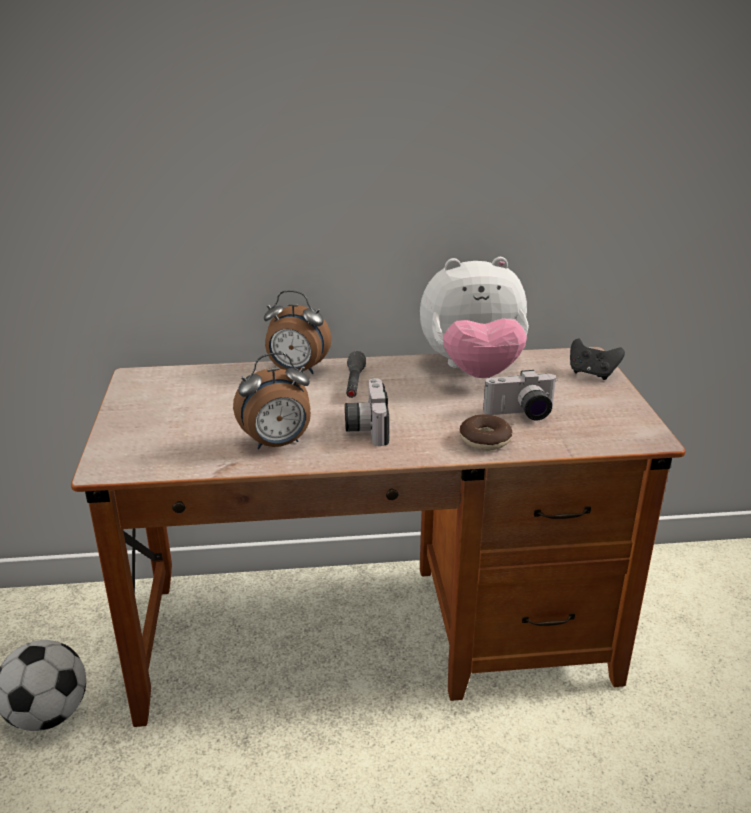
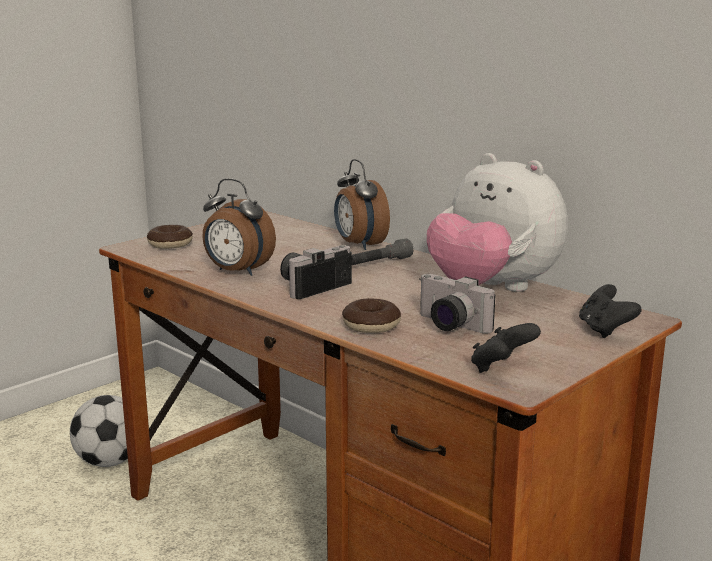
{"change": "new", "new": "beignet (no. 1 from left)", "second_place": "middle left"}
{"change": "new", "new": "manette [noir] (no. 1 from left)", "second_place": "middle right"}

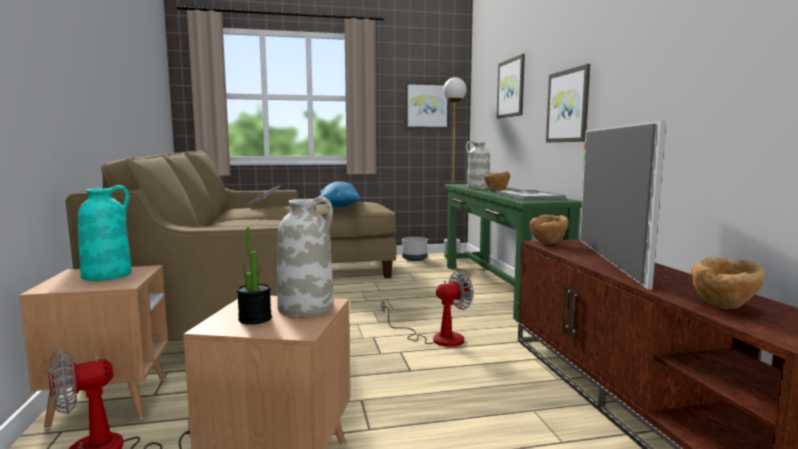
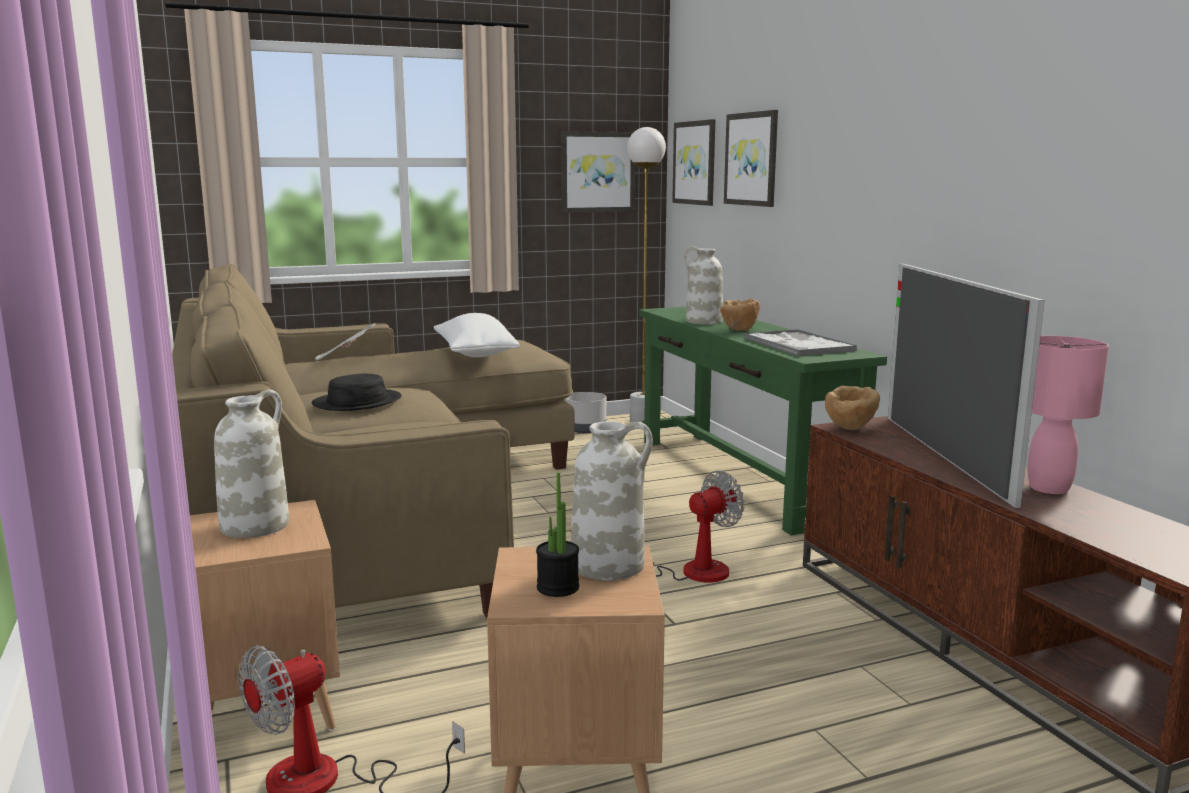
{"change": "shifted", "old": "tableau (no. 3 from left in the first image)", "new": "tableau (no. 2 from left)", "first_place": "top right", "second_place": "top centre"}
{"change": "repainted", "old": "coussin [bleu]", "new": "coussin [blanc]", "first_place": "centre", "second_place": "centre"}
{"change": "repainted", "old": "vase [turquoise]", "new": "vase [blanc] (no. 1 from left)", "first_place": "middle left", "second_place": "middle left"}
{"change": "gone", "old": "bol [marron] (no. 3 from left)", "first_place": "middle right"}
{"change": "new", "new": "lampe de table [rose]", "second_place": "middle right"}
{"change": "new", "new": "chapeau [noir]", "second_place": "middle left"}

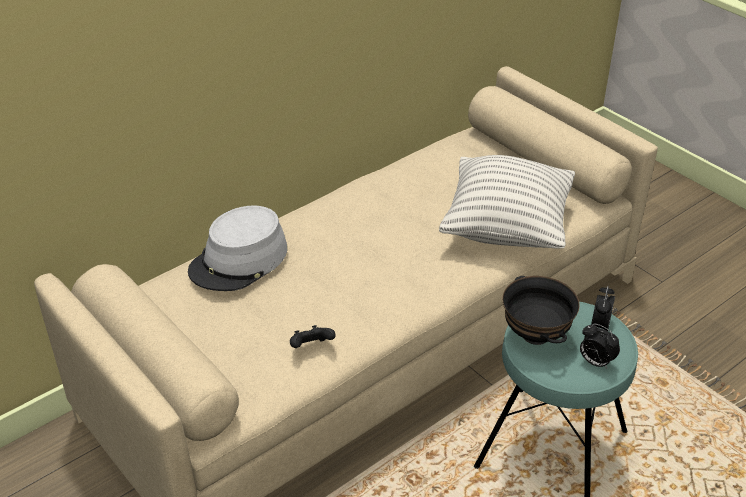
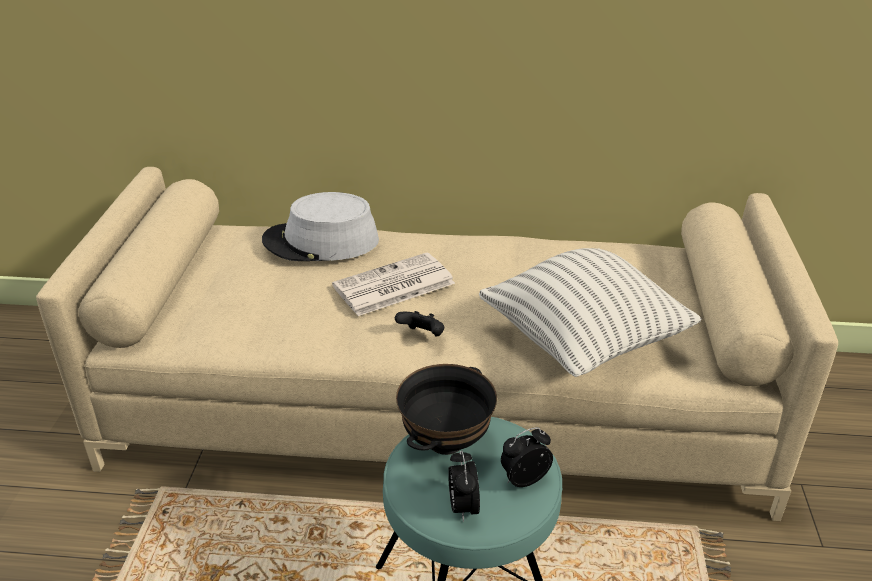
{"change": "shifted", "old": "manette [noir]", "first_place": "bottom centre", "second_place": "centre"}
{"change": "new", "new": "journal", "second_place": "centre"}

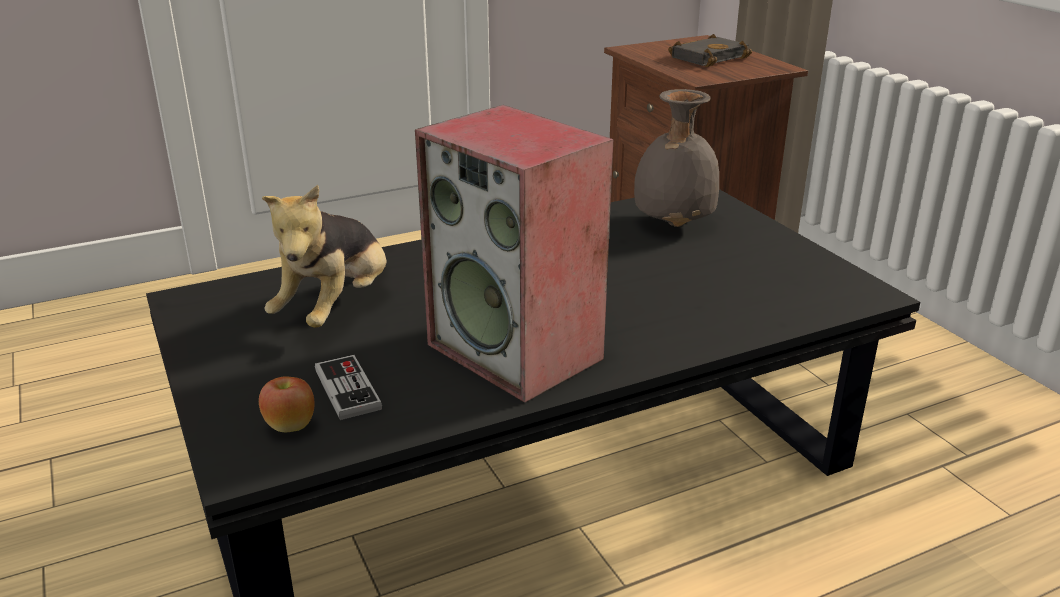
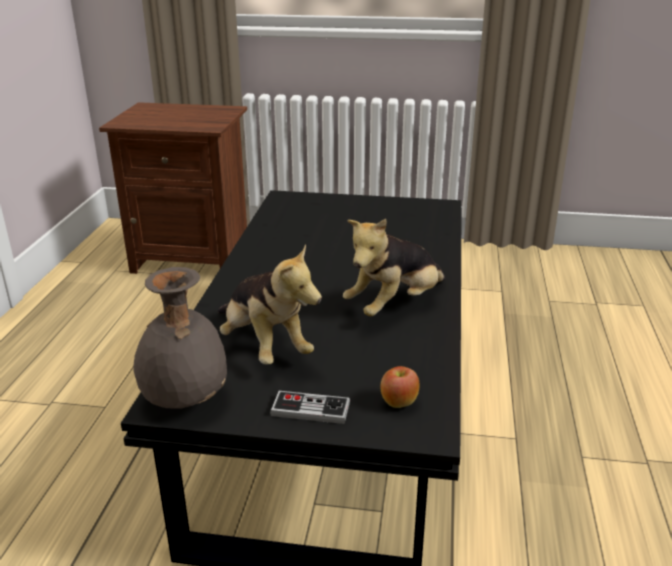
{"change": "gone", "old": "livre [noir]", "first_place": "top right"}
{"change": "shifted", "old": "vase [gris]", "first_place": "top centre", "second_place": "middle left"}
{"change": "swapped", "old": "enceinte", "new": "peluche (no. 2 from left)", "first_place": "centre", "second_place": "centre"}
{"change": "shifted", "old": "manette", "first_place": "middle left", "second_place": "bottom centre"}

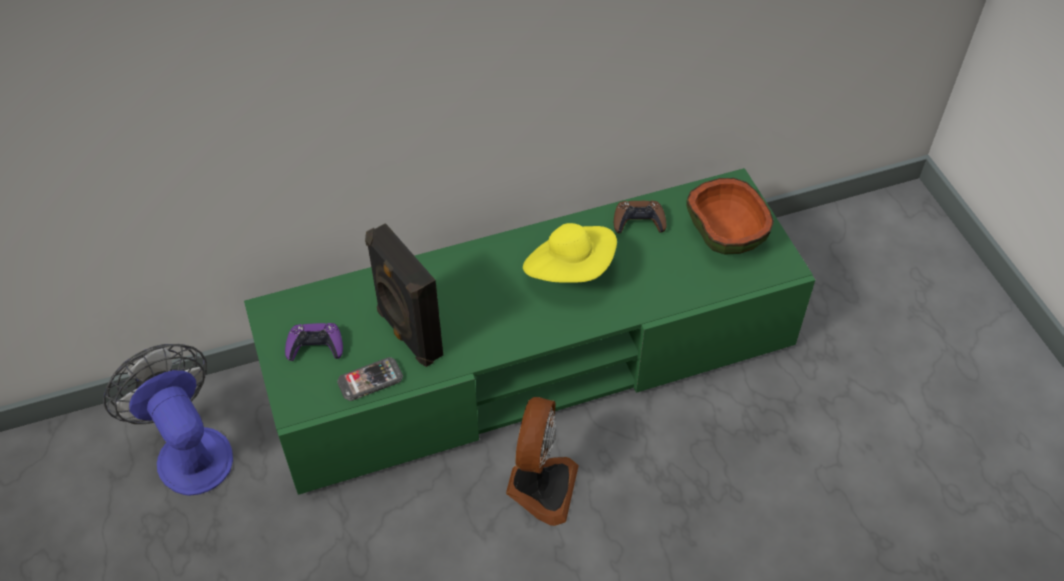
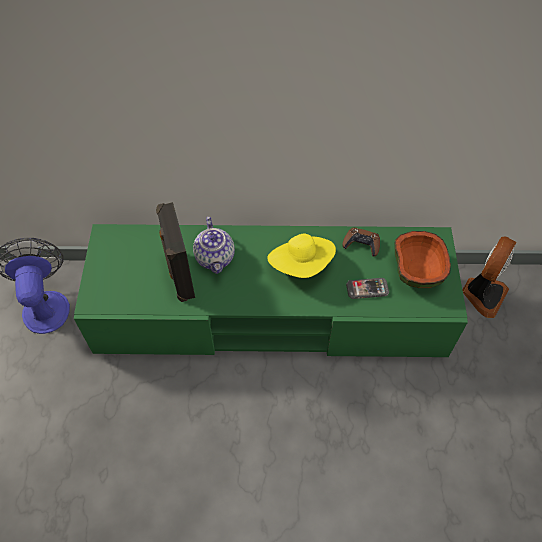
{"change": "gone", "old": "manette [violet]", "first_place": "middle left"}
{"change": "shifted", "old": "téléphone", "first_place": "centre", "second_place": "middle right"}
{"change": "shifted", "old": "ventilateur (no. 2 from left)", "first_place": "bottom centre", "second_place": "middle right"}
{"change": "new", "new": "théière", "second_place": "centre"}

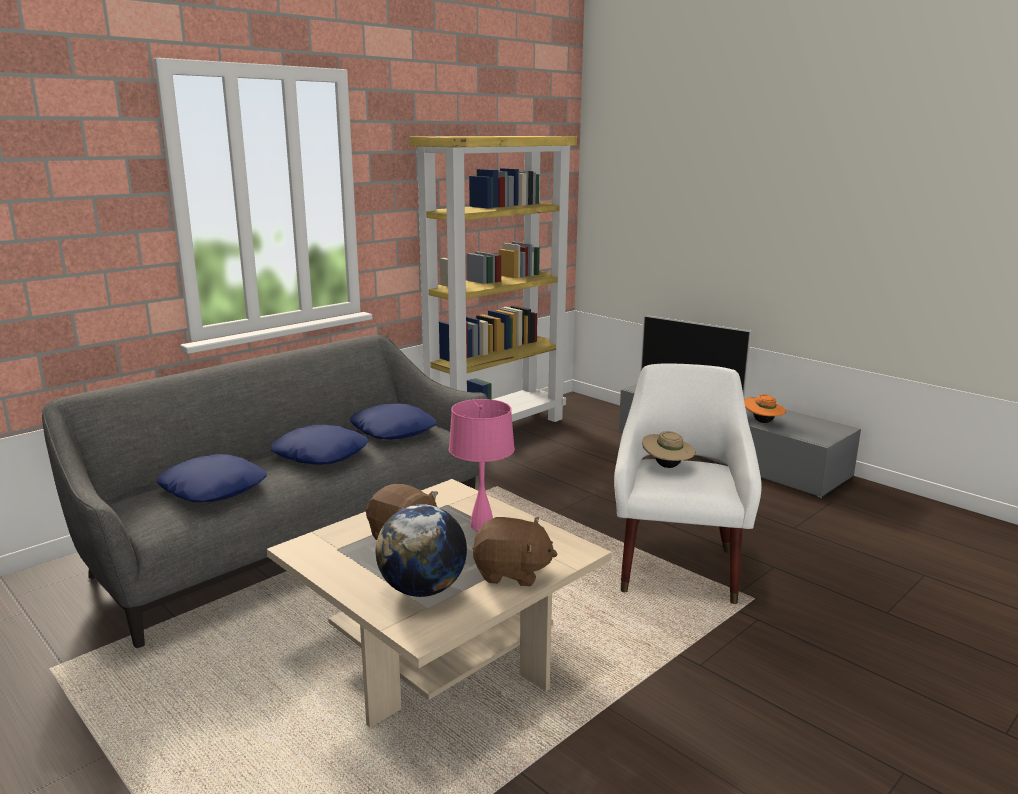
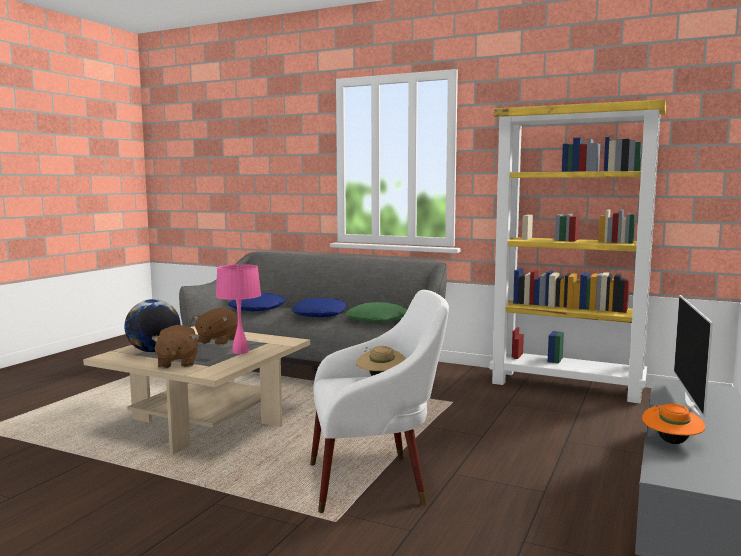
{"change": "repainted", "old": "coussin [bleu] (no. 3 from left)", "new": "coussin [vert]", "first_place": "centre", "second_place": "centre"}

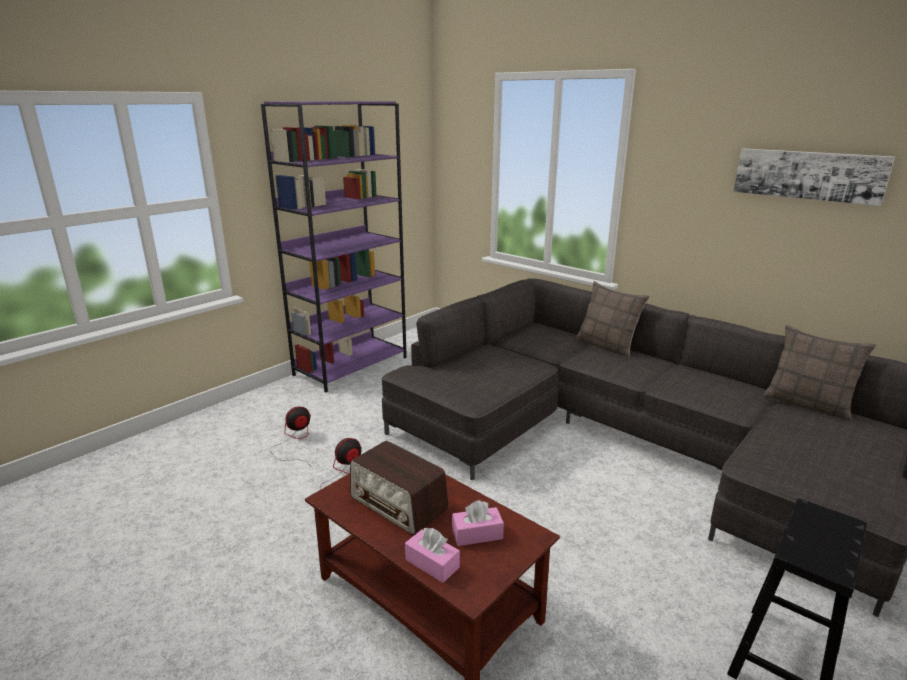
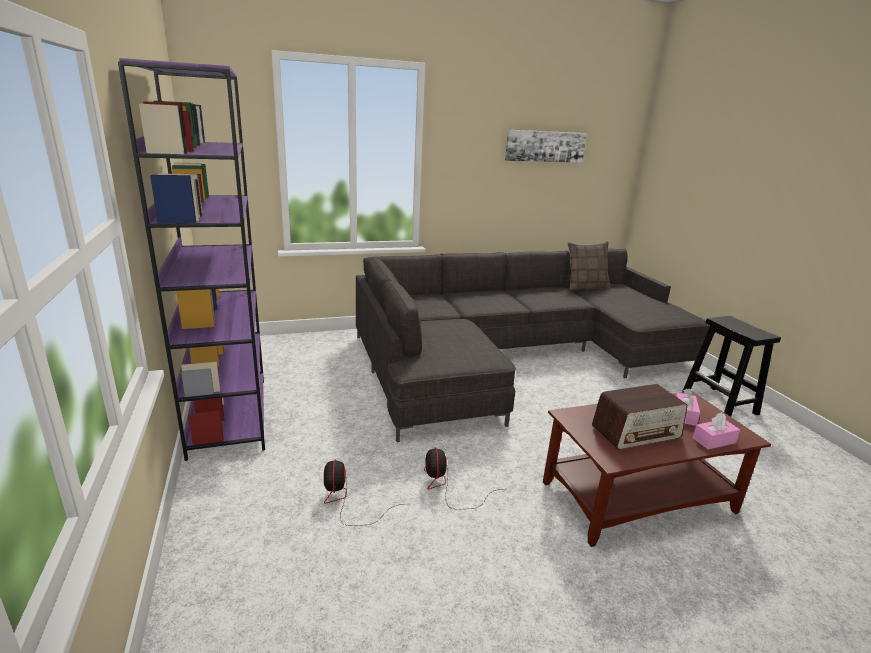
{"change": "gone", "old": "coussin (no. 1 from left)", "first_place": "middle right"}

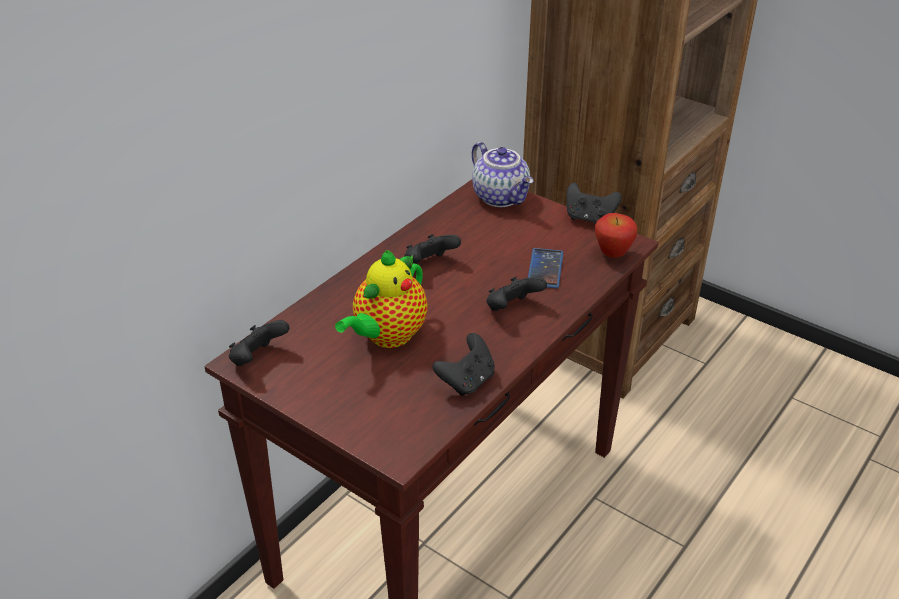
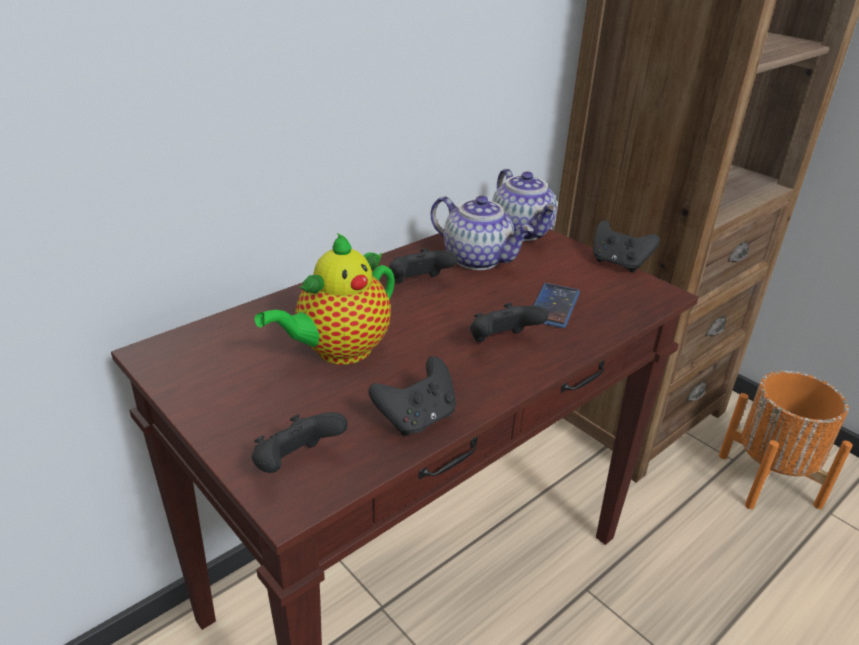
{"change": "gone", "old": "pomme", "first_place": "middle right"}
{"change": "shifted", "old": "manette [noir] (no. 1 from left)", "first_place": "middle left", "second_place": "bottom centre"}
{"change": "new", "new": "théière (no. 2 from left)", "second_place": "centre"}
{"change": "new", "new": "cache-pot [orange]", "second_place": "bottom right"}

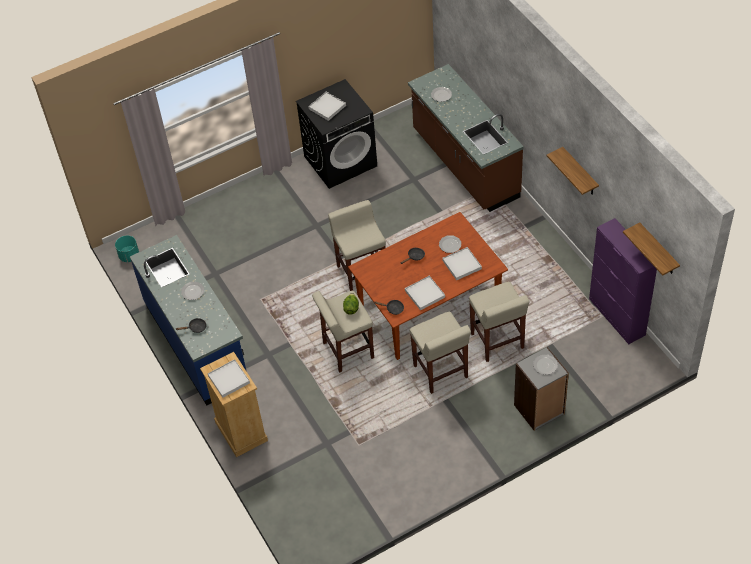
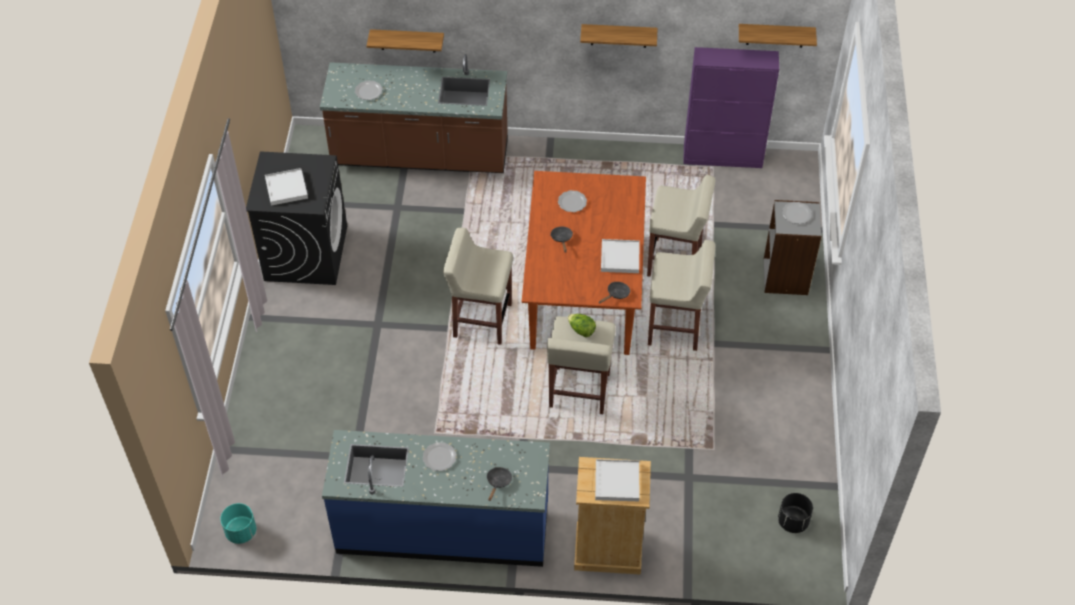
{"change": "gone", "old": "plateau [blanc] (no. 4 from left)", "first_place": "centre"}
{"change": "new", "new": "étagère (no. 1 from left)", "second_place": "top centre"}
{"change": "new", "new": "cache-pot [noir]", "second_place": "bottom right"}

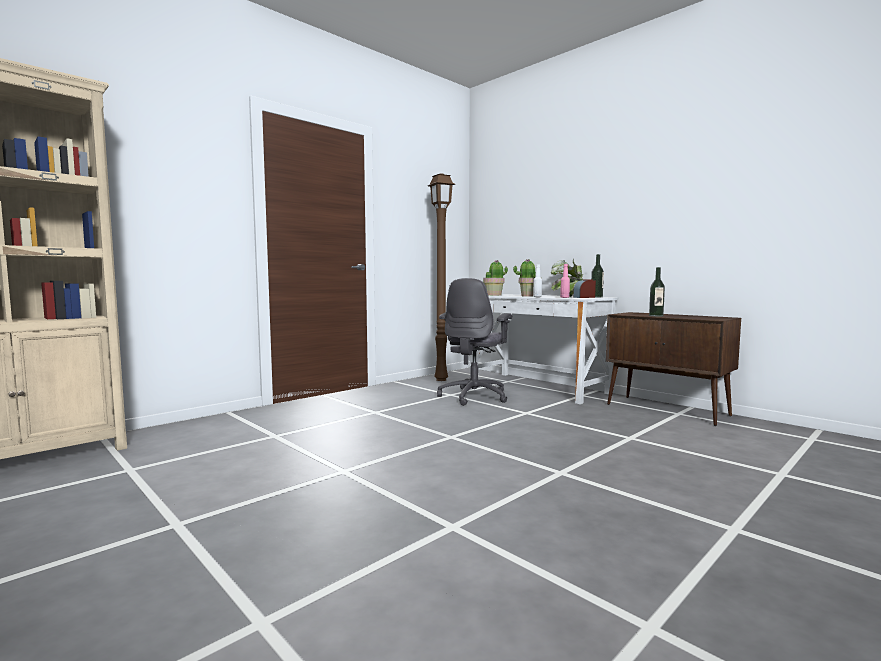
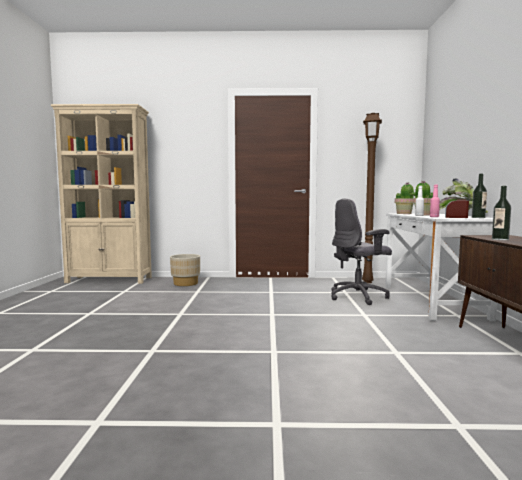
{"change": "new", "new": "cache-pot [beige]", "second_place": "centre"}

